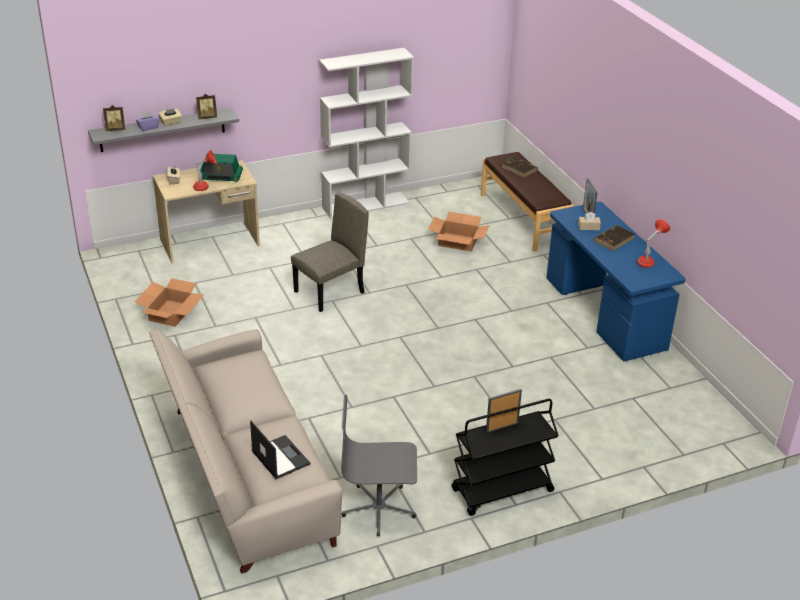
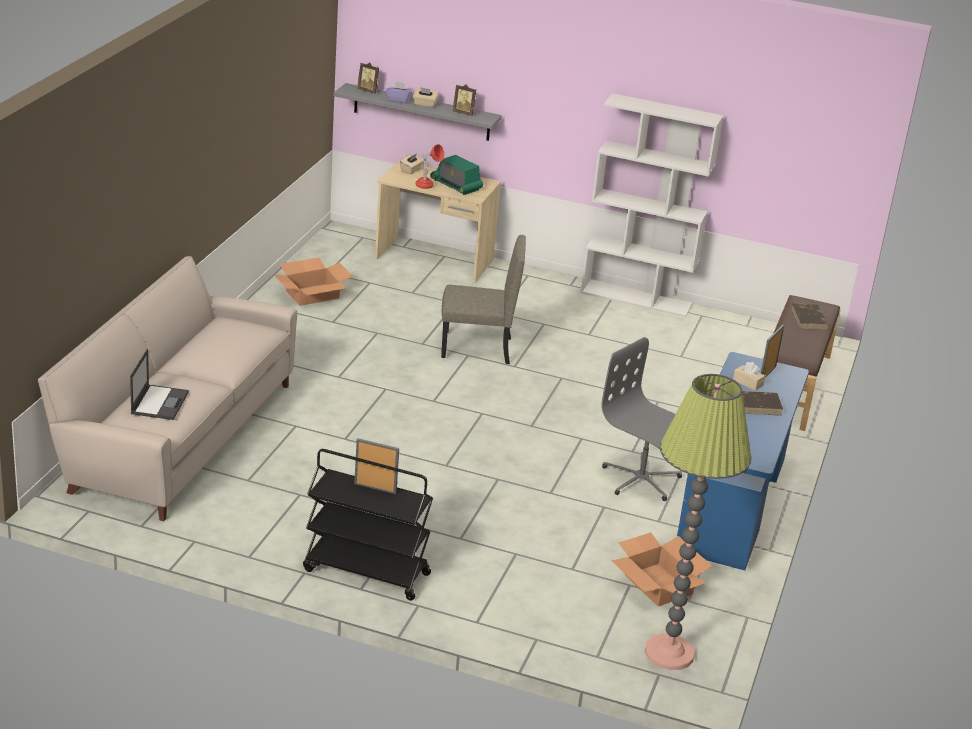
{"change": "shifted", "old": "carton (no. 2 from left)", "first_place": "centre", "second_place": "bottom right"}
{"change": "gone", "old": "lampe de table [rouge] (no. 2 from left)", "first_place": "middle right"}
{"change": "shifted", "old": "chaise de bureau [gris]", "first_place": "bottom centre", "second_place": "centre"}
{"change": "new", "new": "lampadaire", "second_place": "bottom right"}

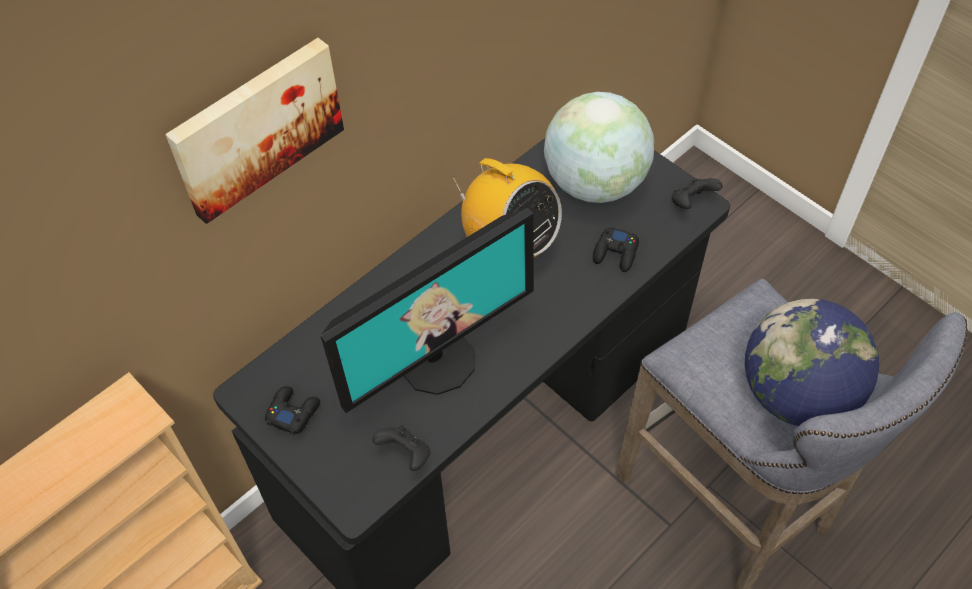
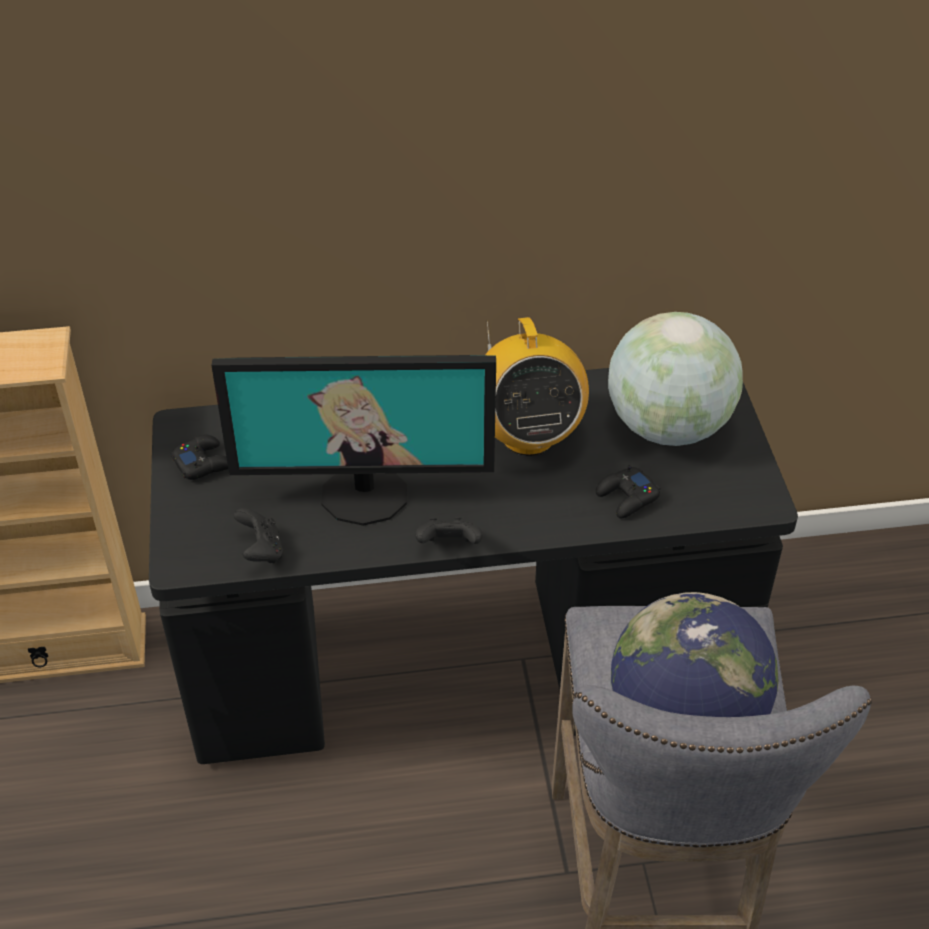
{"change": "gone", "old": "tableau", "first_place": "top left"}
{"change": "shifted", "old": "manette [noir] (no. 4 from left in the first image)", "new": "manette [noir] (no. 3 from left)", "first_place": "top right", "second_place": "centre"}

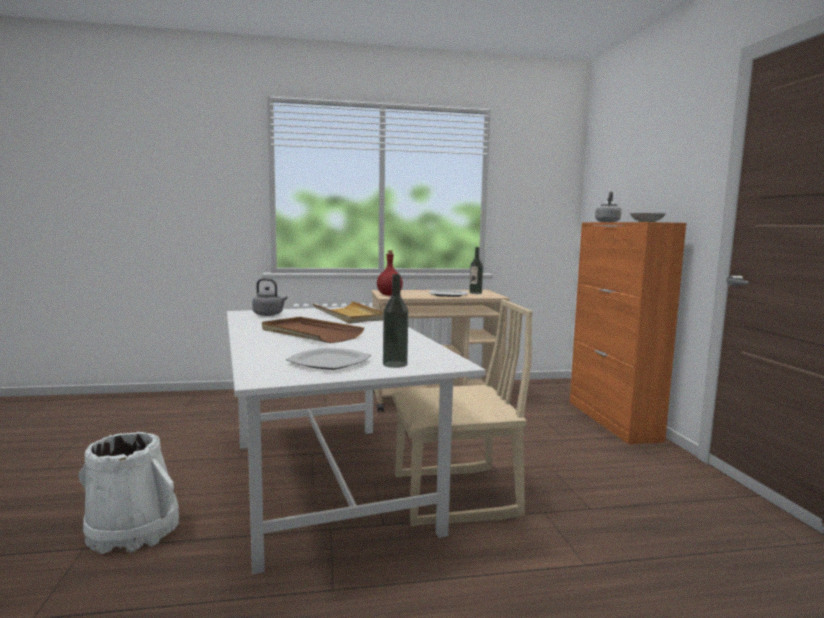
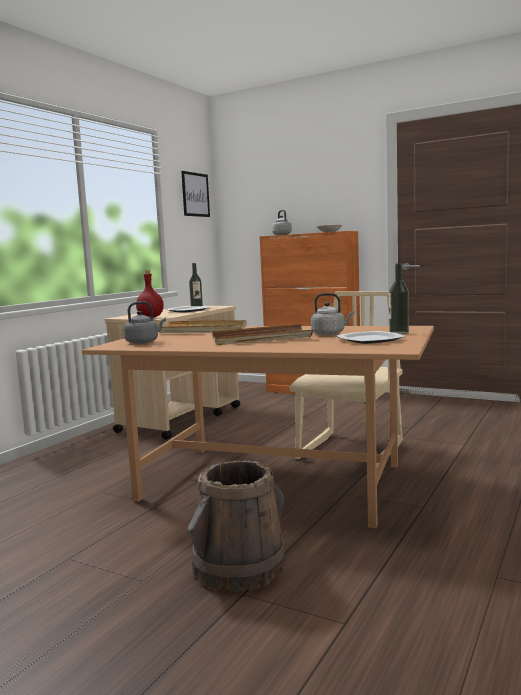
{"change": "repainted", "old": "table à manger [blanc]", "new": "table à manger [marron]", "first_place": "bottom centre", "second_place": "centre"}
{"change": "repainted", "old": "seau [blanc]", "new": "seau [marron]", "first_place": "bottom left", "second_place": "bottom centre"}
{"change": "new", "new": "tableau", "second_place": "top centre"}
{"change": "new", "new": "bouilloire [gris] (no. 3 from left)", "second_place": "centre"}

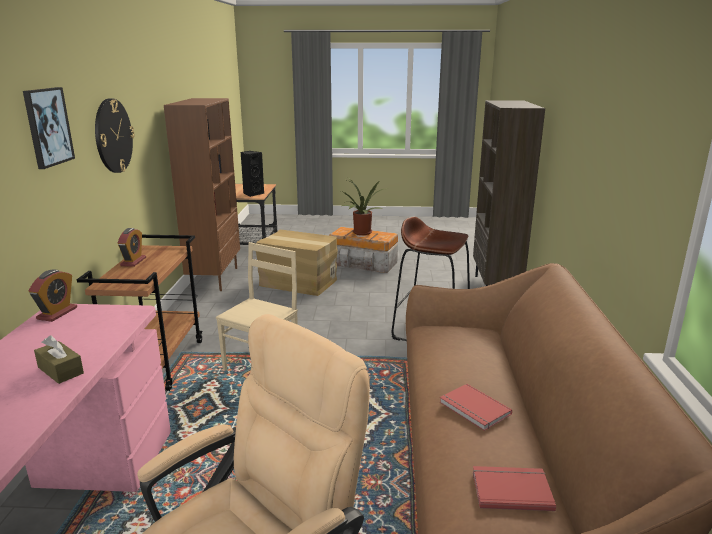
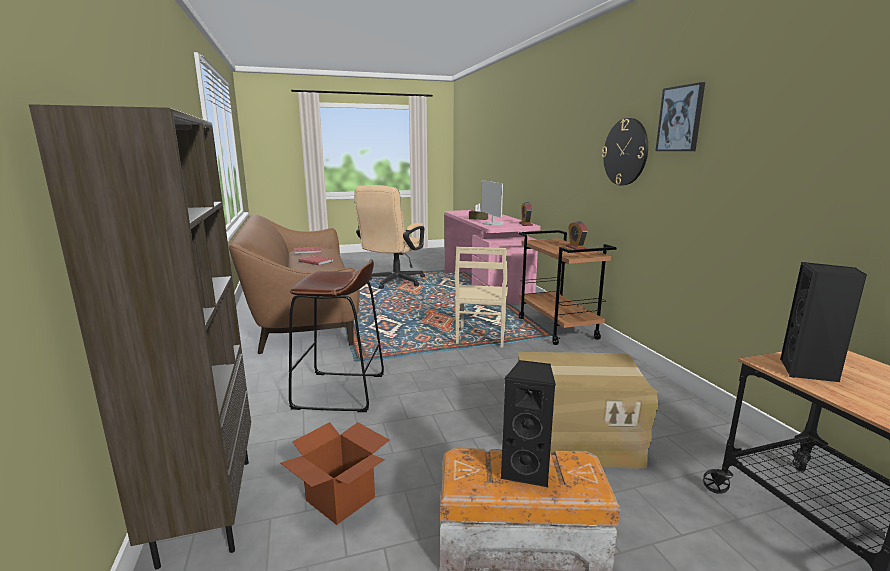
{"change": "shifted", "old": "tableau", "first_place": "top left", "second_place": "top right"}
{"change": "gone", "old": "bibliothèque [marron] (no. 1 from left)", "first_place": "middle left"}
{"change": "swapped", "old": "plante en pot", "new": "enceinte [noir] (no. 1 from left)", "first_place": "centre", "second_place": "bottom centre"}
{"change": "new", "new": "écran d'ordinateur", "second_place": "centre"}
{"change": "new", "new": "carton (no. 1 from left)", "second_place": "bottom centre"}

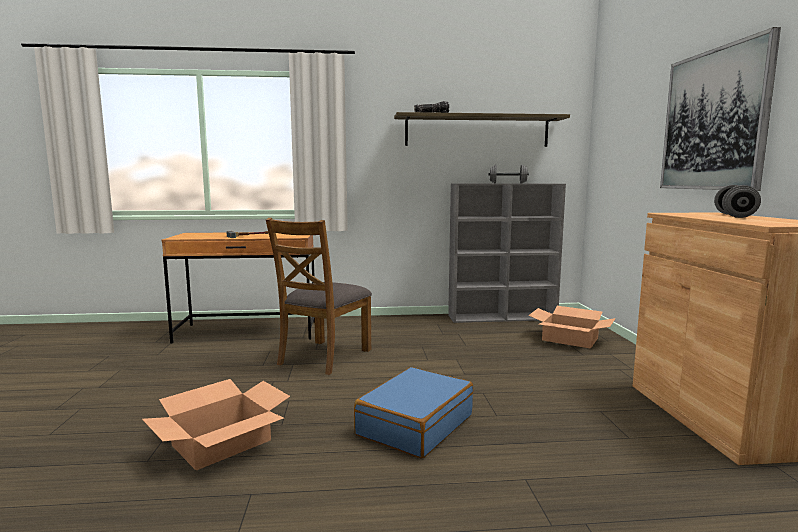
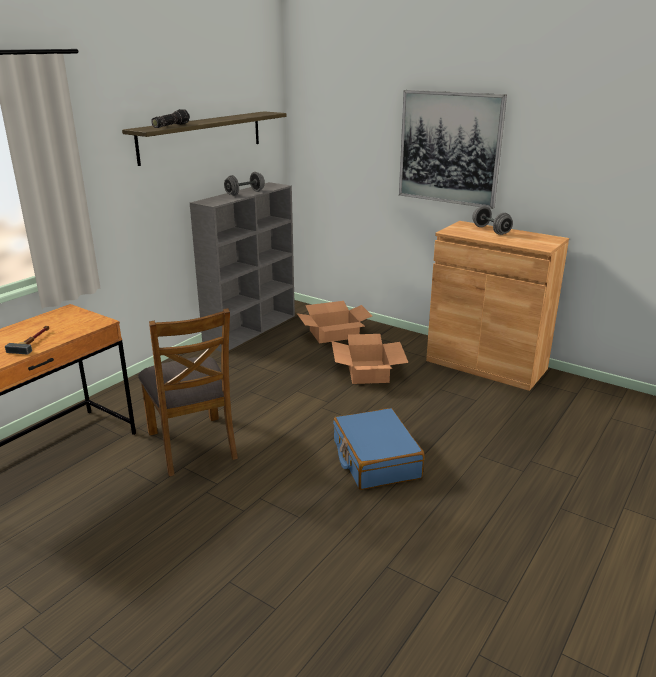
{"change": "shifted", "old": "carton (no. 1 from left in the first image)", "new": "carton (no. 2 from left)", "first_place": "bottom left", "second_place": "centre"}

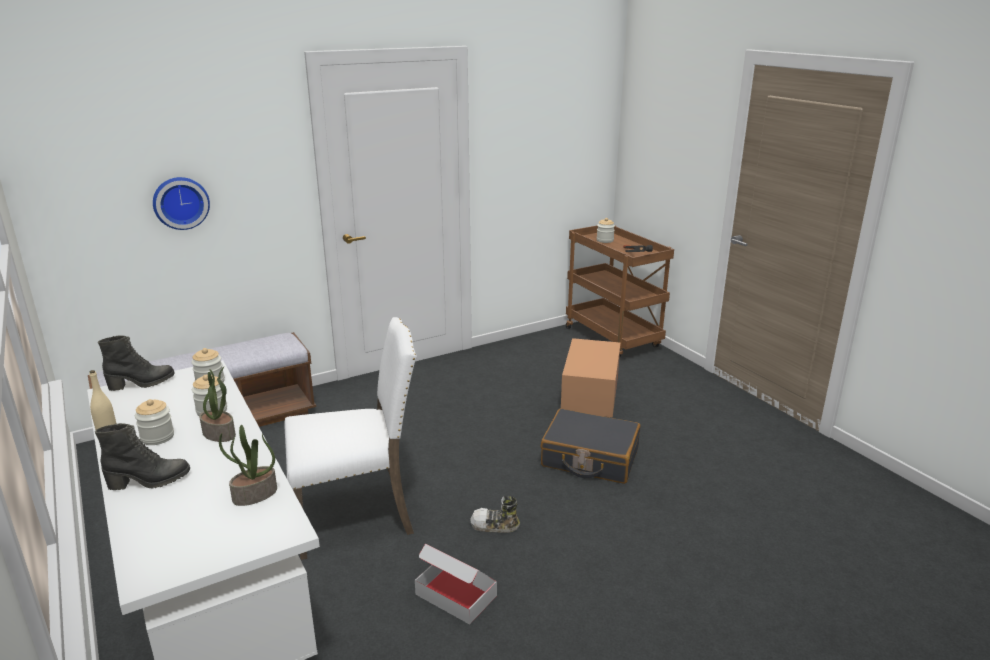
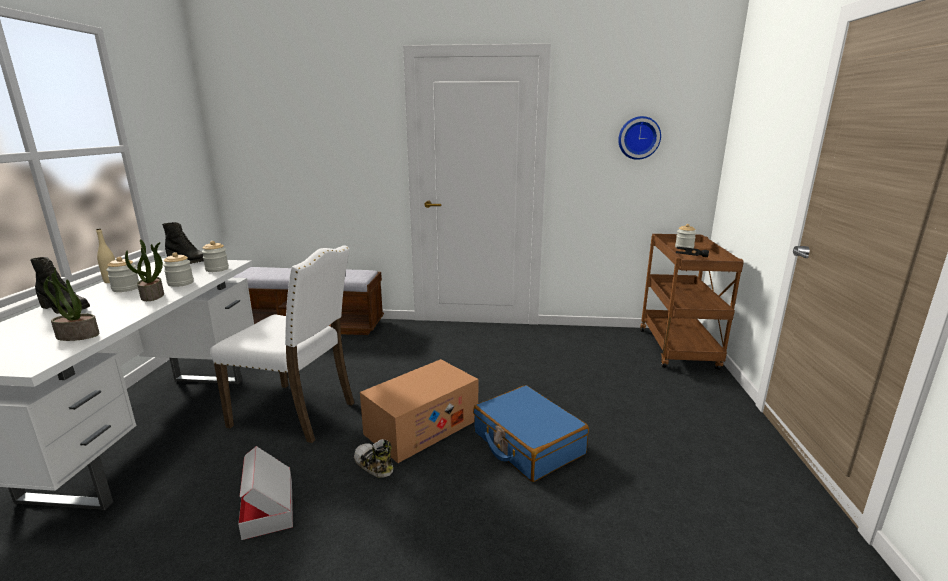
{"change": "shifted", "old": "horloge murale", "first_place": "top left", "second_place": "top right"}
{"change": "shifted", "old": "carton (no. 2 from left)", "first_place": "centre", "second_place": "bottom centre"}
{"change": "repainted", "old": "valise [noir]", "new": "valise [bleu]", "first_place": "bottom centre", "second_place": "bottom centre"}

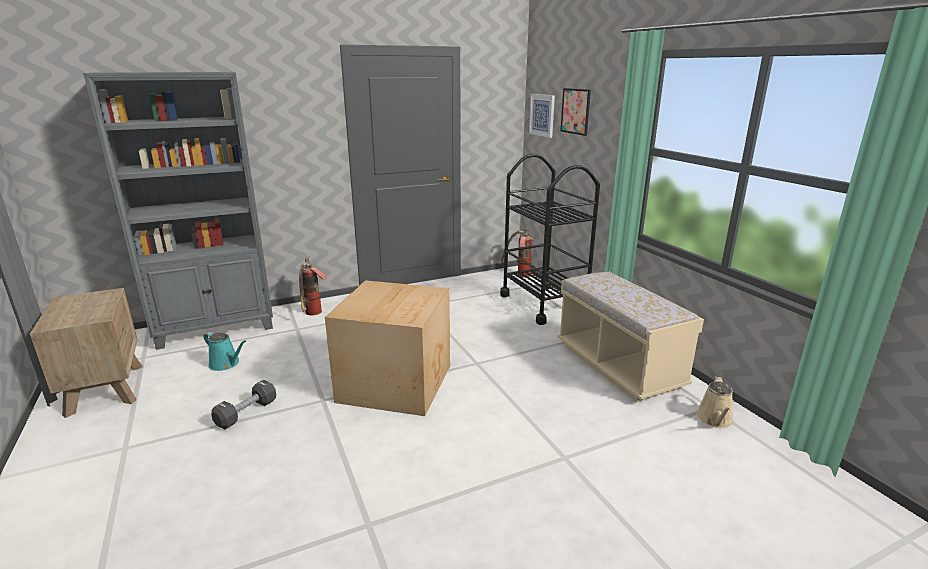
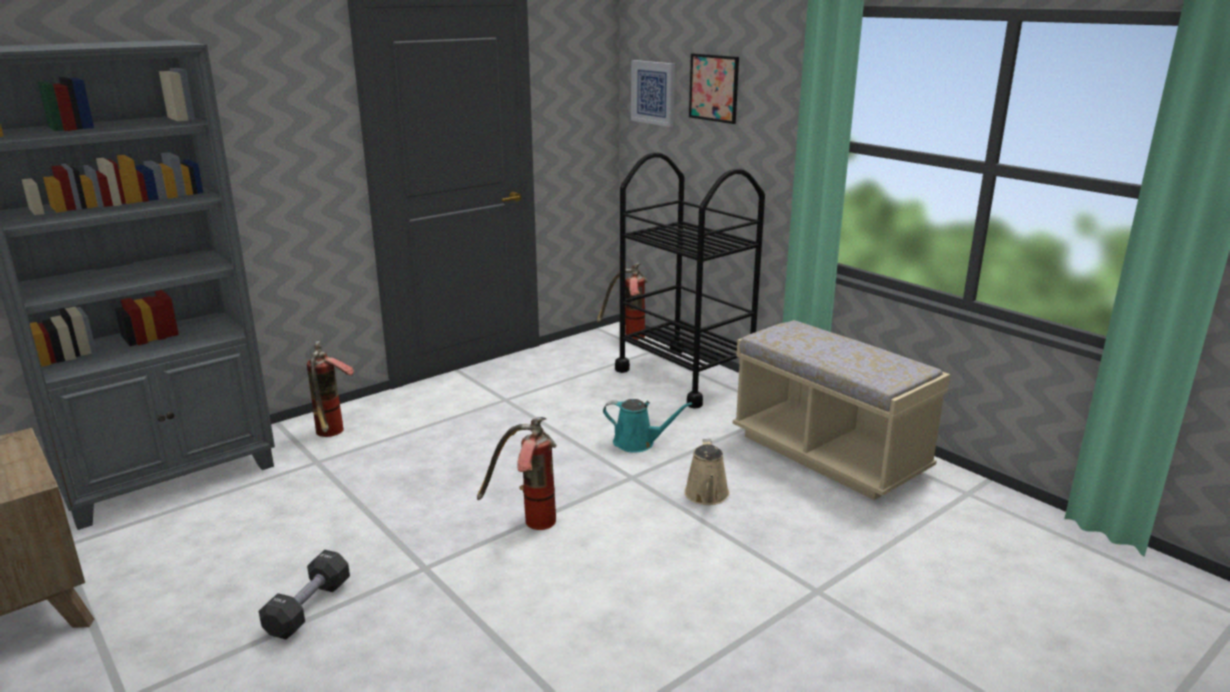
{"change": "swapped", "old": "carton", "new": "extincteur (no. 2 from left)", "first_place": "centre", "second_place": "bottom centre"}
{"change": "shifted", "old": "arrosoir [turquoise]", "first_place": "middle left", "second_place": "centre"}
{"change": "shifted", "old": "arrosoir [beige]", "first_place": "bottom right", "second_place": "bottom centre"}

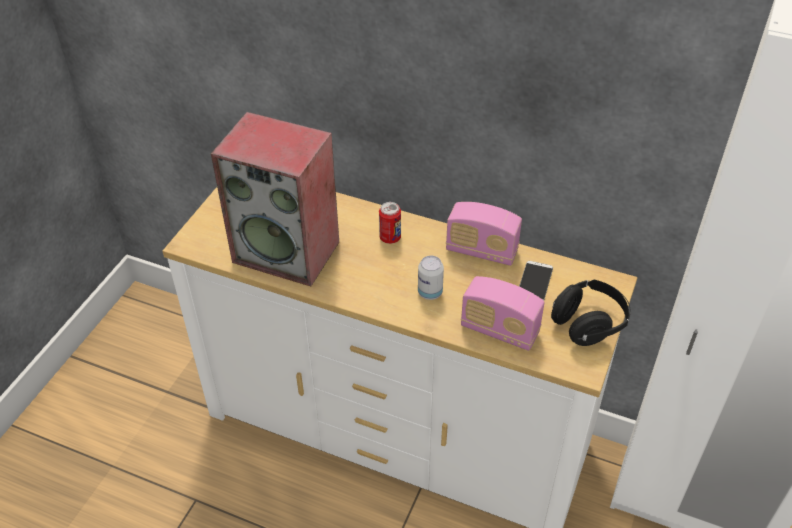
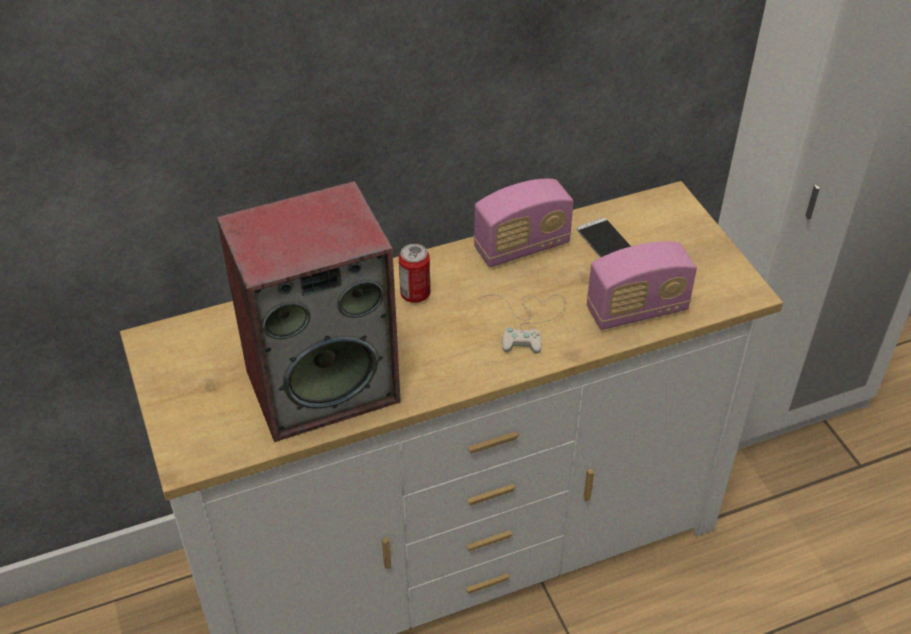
{"change": "swapped", "old": "boîte métallique (no. 2 from left)", "new": "manette [blanc]", "first_place": "centre", "second_place": "centre"}
{"change": "gone", "old": "casque audio [noir]", "first_place": "middle right"}

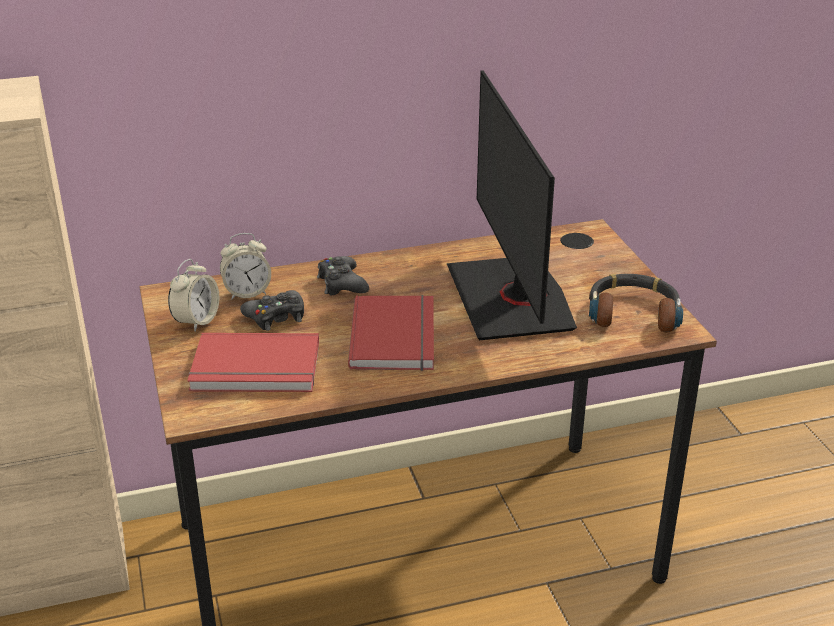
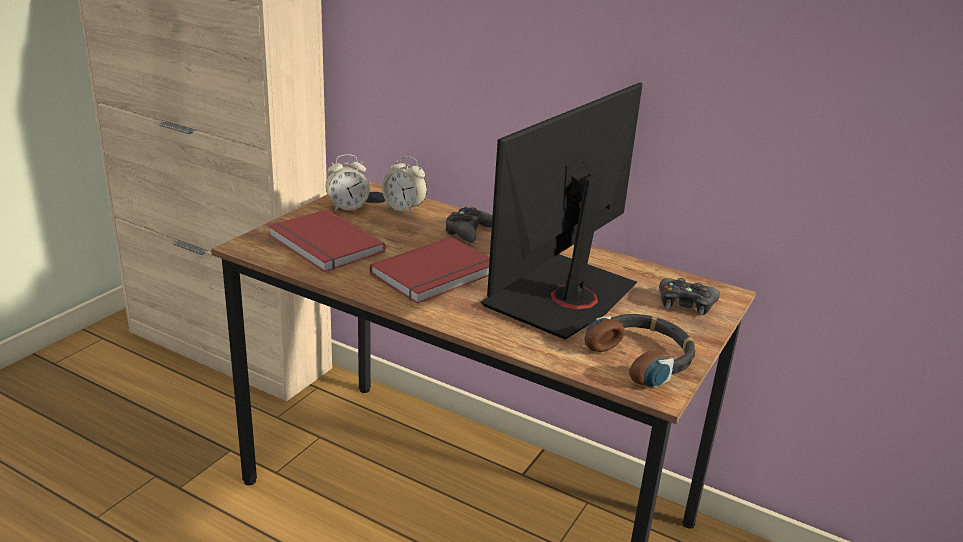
{"change": "shifted", "old": "manette [noir] (no. 1 from left in the first image)", "new": "manette [noir] (no. 2 from left)", "first_place": "middle left", "second_place": "middle right"}

